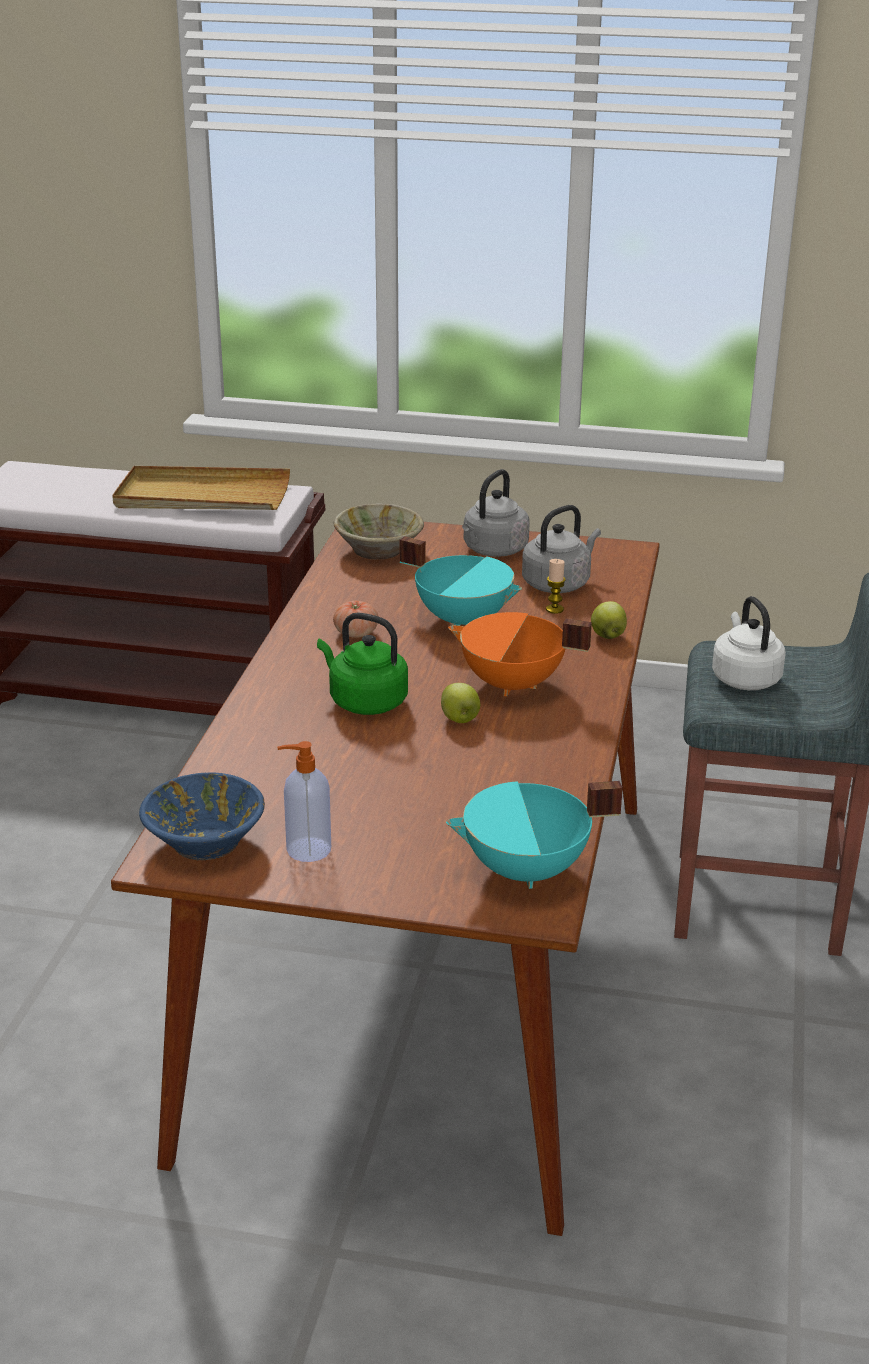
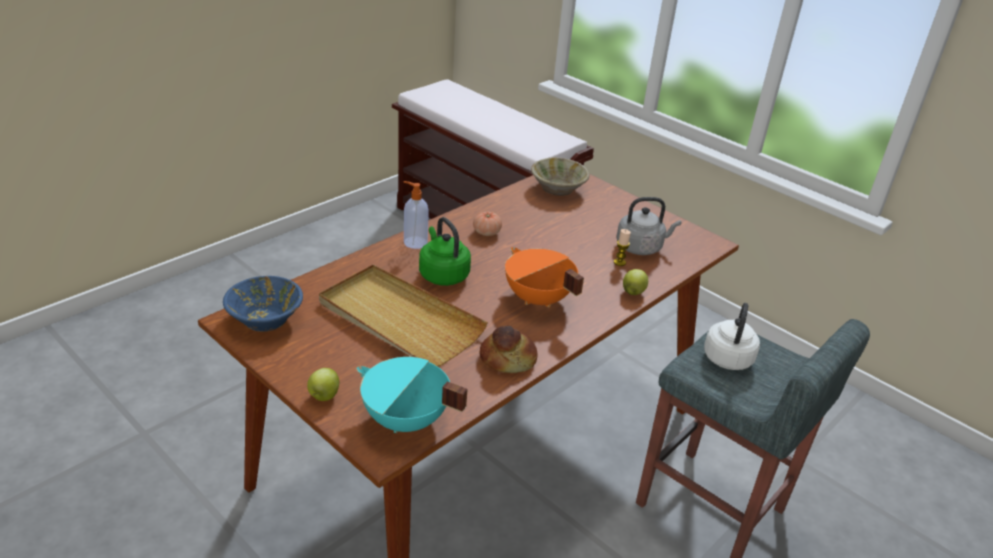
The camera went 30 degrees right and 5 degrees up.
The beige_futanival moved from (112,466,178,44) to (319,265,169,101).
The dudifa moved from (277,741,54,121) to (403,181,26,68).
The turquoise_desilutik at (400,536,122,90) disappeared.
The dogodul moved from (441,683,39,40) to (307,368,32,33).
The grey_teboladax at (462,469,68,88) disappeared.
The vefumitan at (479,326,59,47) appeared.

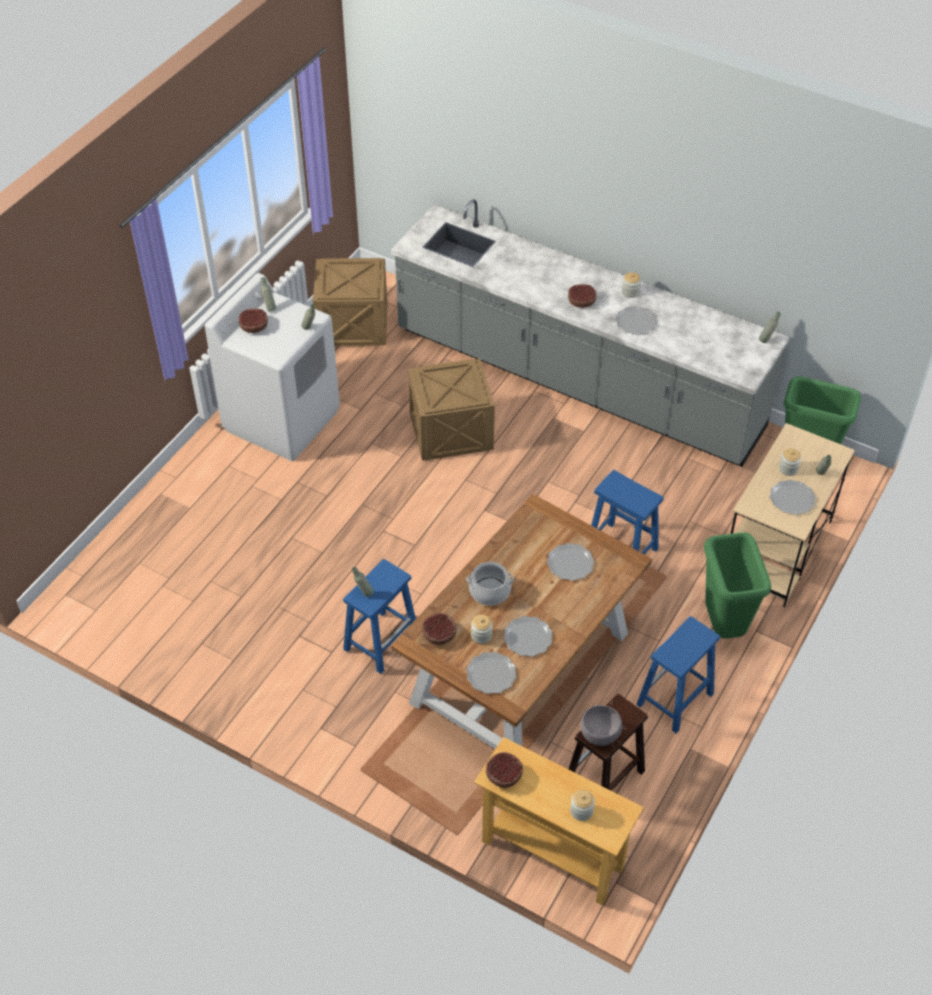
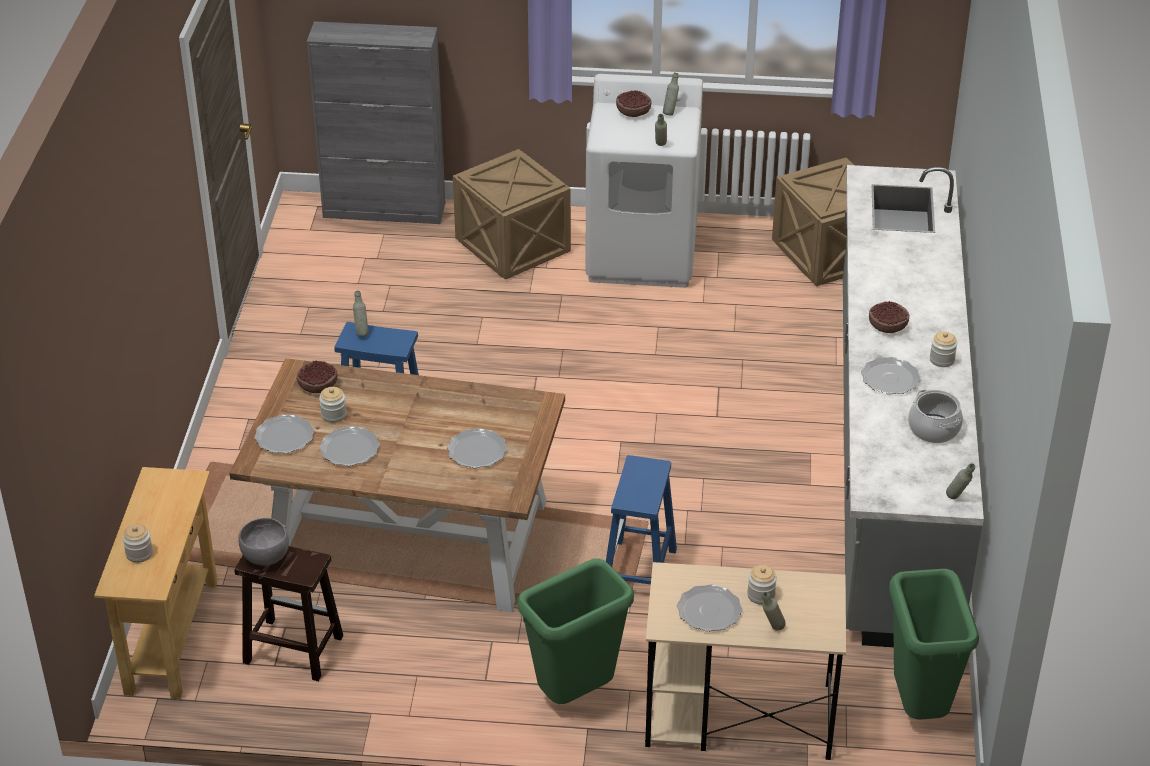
The camera went 65 degrees right and 10 degrees down.
The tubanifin moved from (408,358,87,102) to (453,149,118,131).
The desilutik moved from (466,562,48,44) to (908,390,55,53).
The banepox at (486,752,37,36) disappeared.
The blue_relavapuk at (636,616,84,117) disappeared.
The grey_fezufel at (307,21,138,203) appeared.

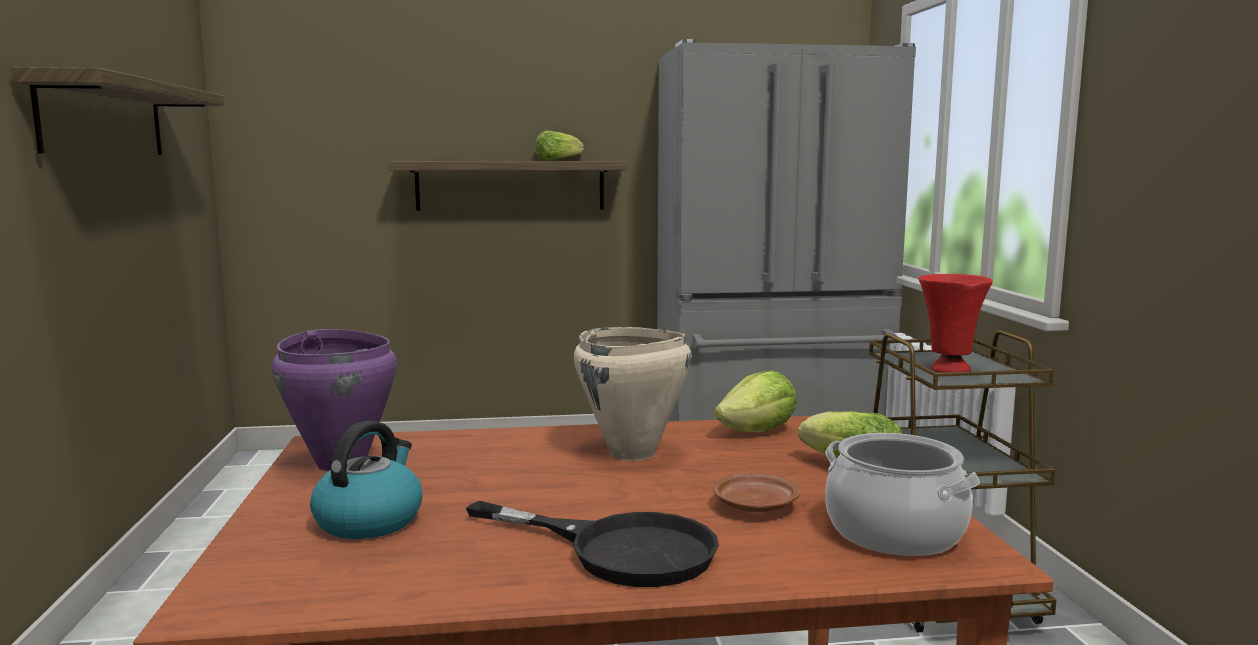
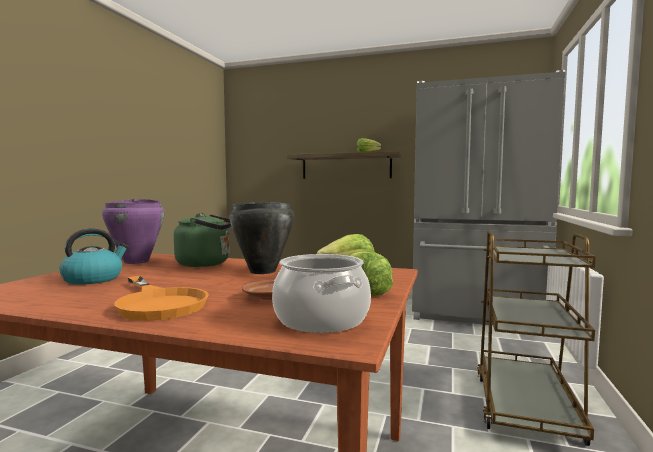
The camera went 25 degrees right and 5 degrees down.
The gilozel at (11,67,214,88) disappeared.
The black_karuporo at (466,501,253,86) became the orange_karuporo at (114,276,95,45).
The beige_desilutik at (574,327,117,134) became the black_desilutik at (229,202,65,72).
The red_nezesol at (919,274,74,98) disappeared.
The green_teboladax at (174,213,57,54) appeared.

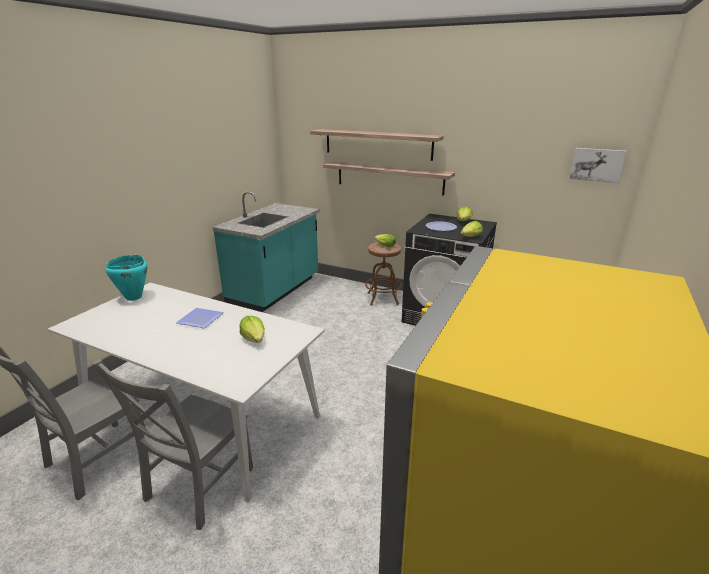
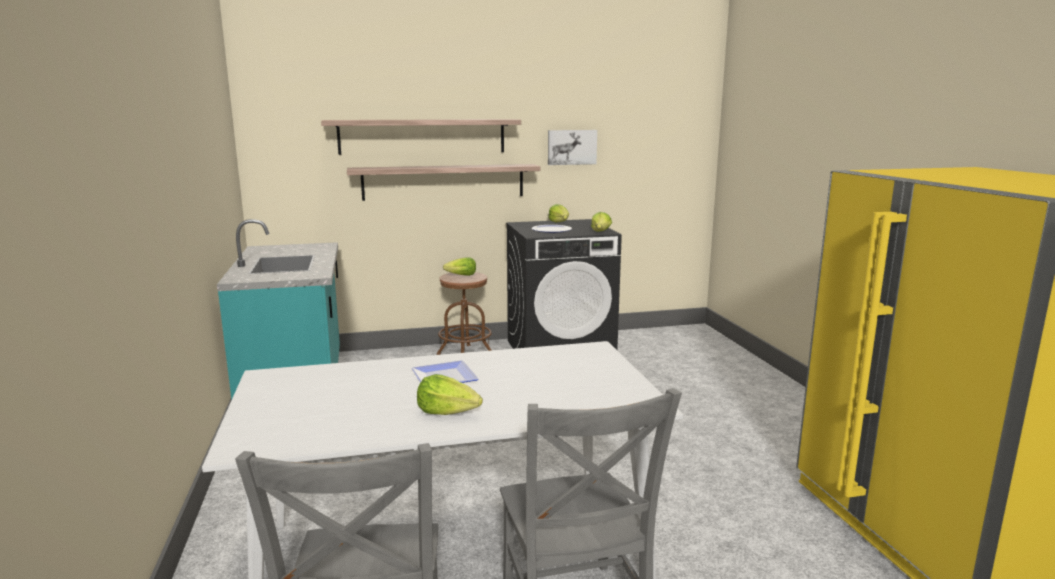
The camera went 40 degrees left and 10 degrees down.
The turquoise_desilutik at (106,255,41,46) disappeared.
The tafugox moved from (239,316,26,27) to (417,374,66,41).
The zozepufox moved from (569,148,58,35) to (548,130,49,35).

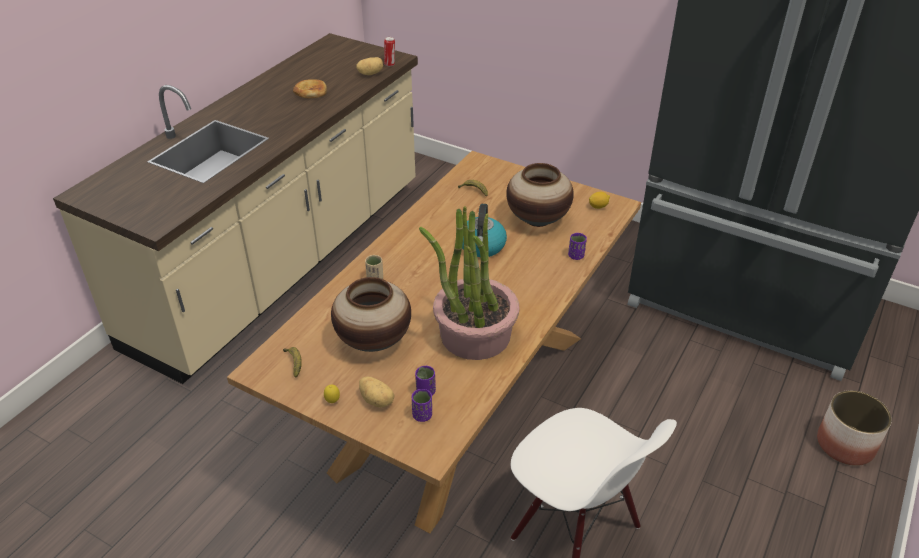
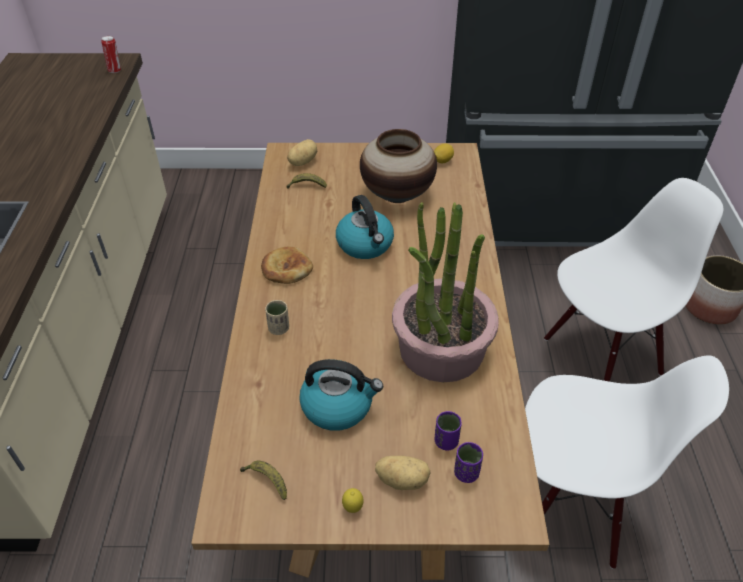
The camera went 30 degrees left and 5 degrees up.
The vefumitan moved from (293,79,34,19) to (261,247,52,37).
The nezesol at (331,277,80,75) was replaced by the teboladax at (299,359,84,72).
The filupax moved from (356,57,27,18) to (287,139,30,27).
The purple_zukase at (568,233,19,27) disappeared.
The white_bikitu at (544,178,179,204) appeared.

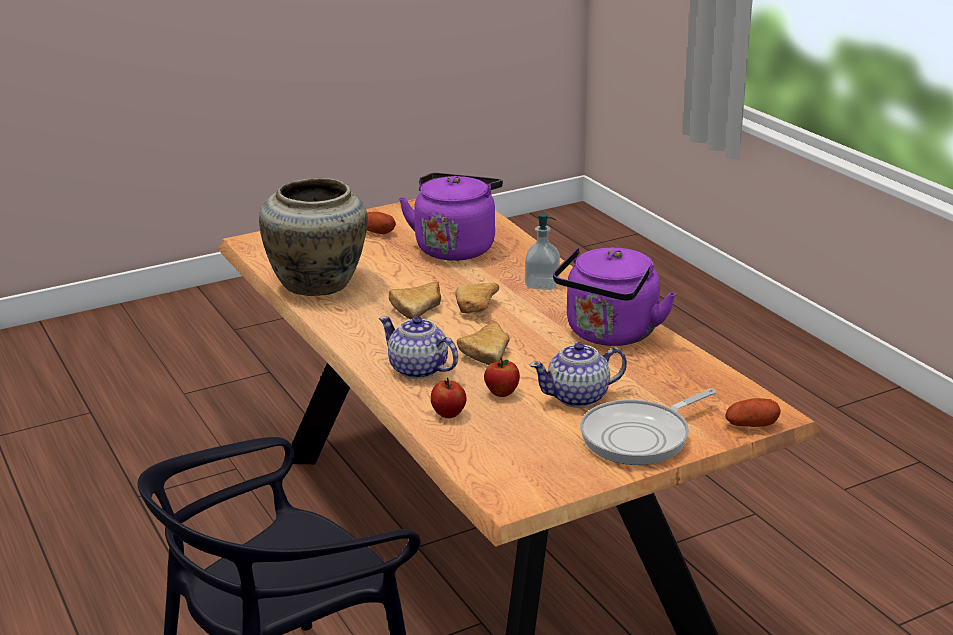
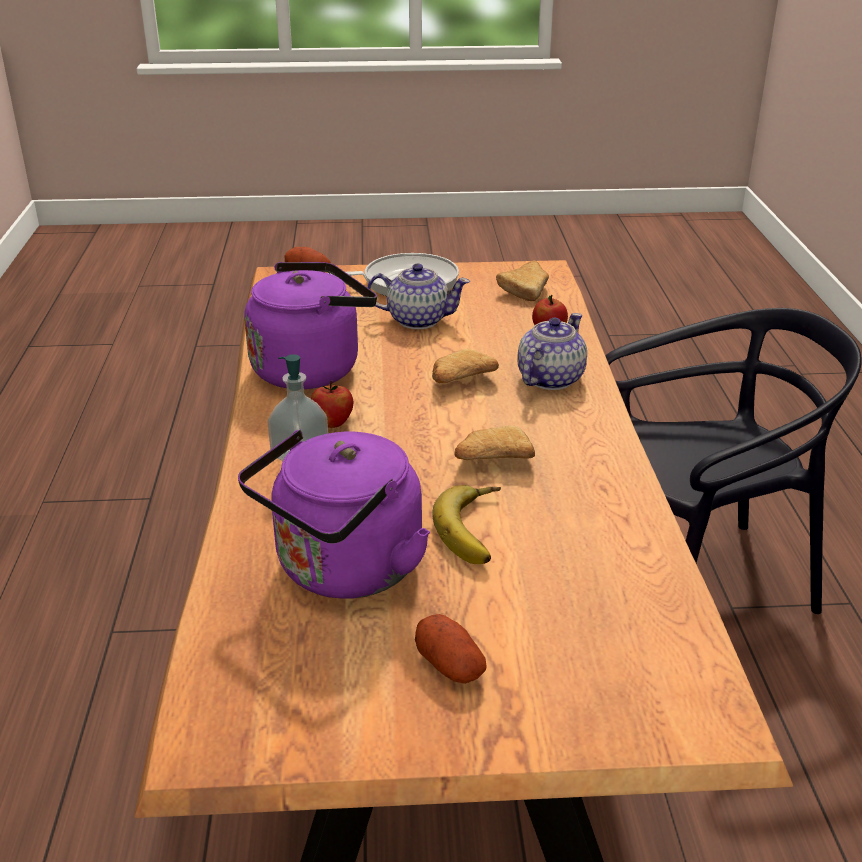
The camera went 155 degrees left and 5 degrees up.
The beige_nezesol at (259,178,109,118) disappeared.
The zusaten at (379,316,79,63) turned 120 degrees counterclockwise.
The vefumitan moved from (455,283,44,30) to (496,260,53,41).
The dogodul moved from (484,358,36,39) to (311,381,42,47).
The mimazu at (432,485,69,79) appeared.

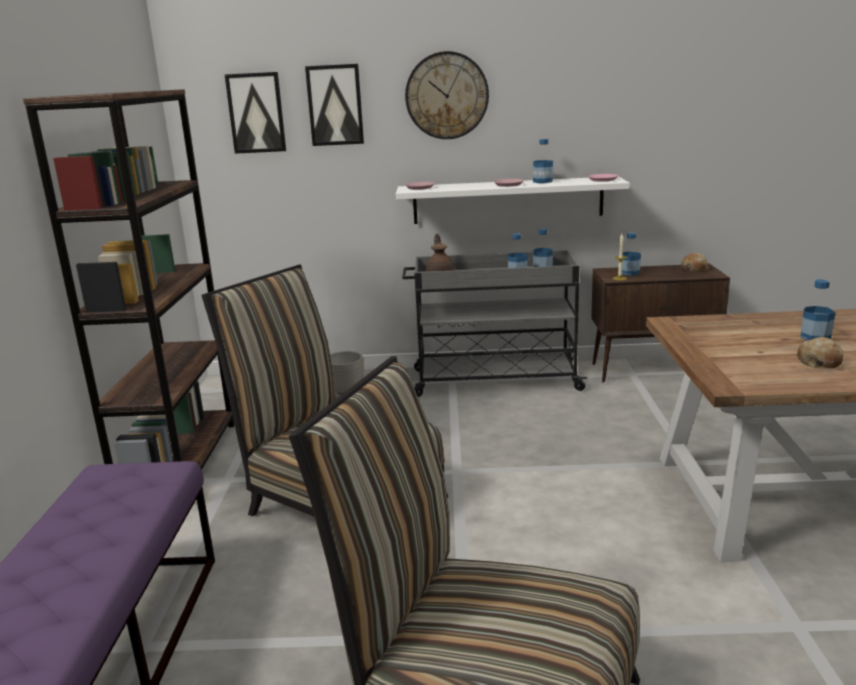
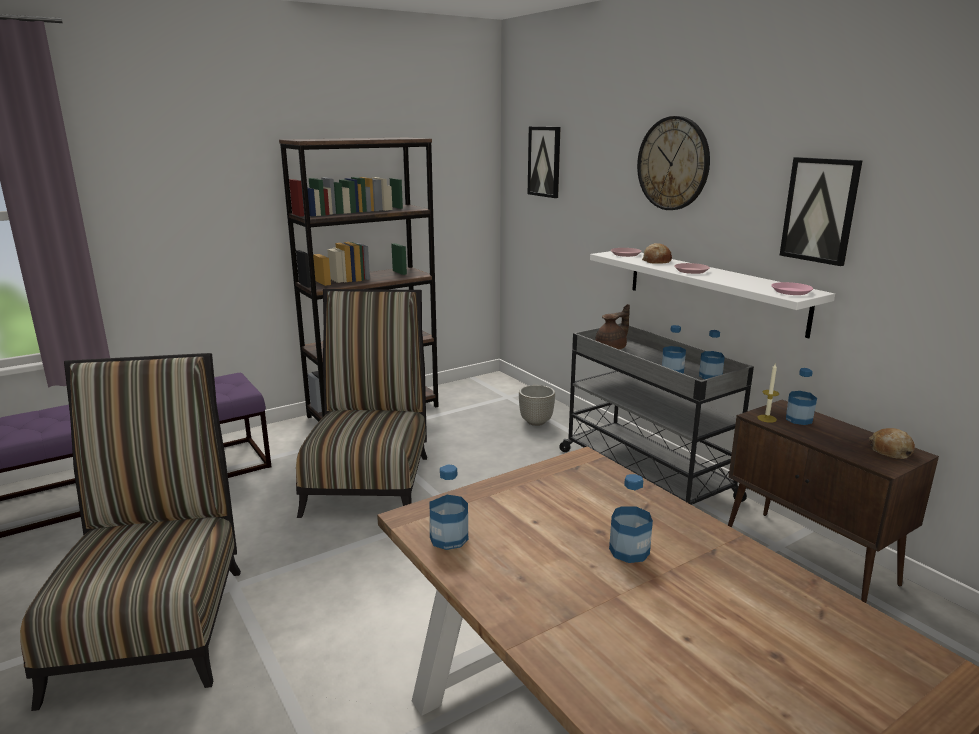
The camera went 55 degrees right and 0 degrees up.
The zozepufox moved from (305,64,59,82) to (780,157,83,109).
The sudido moved from (533,139,20,44) to (430,464,38,86).
The vefumitan moved from (797,337,46,31) to (642,243,30,21).

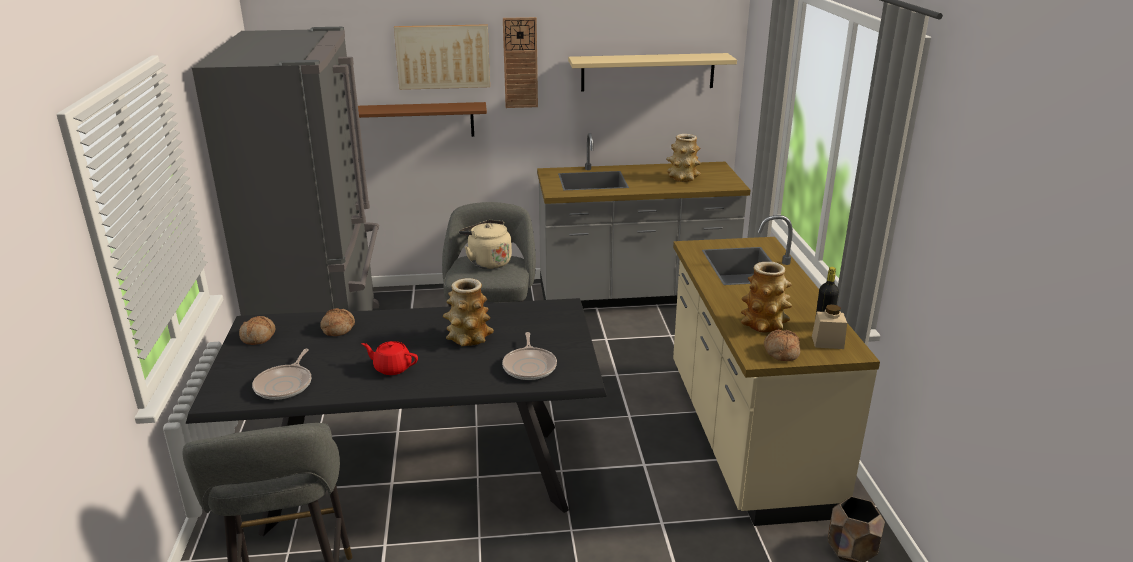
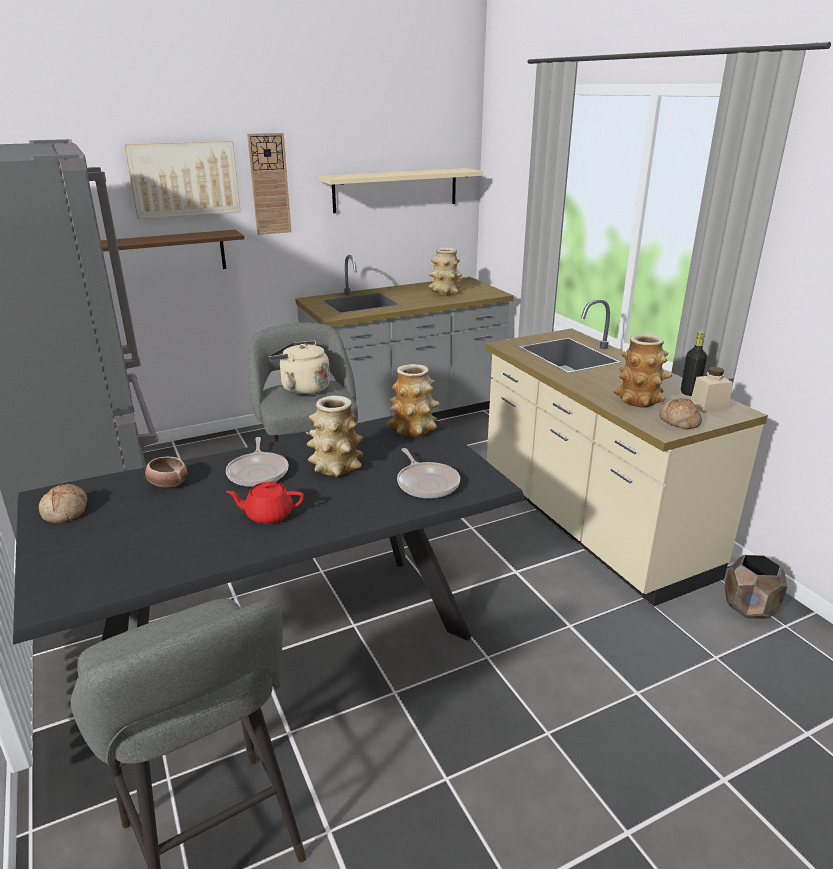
The camera went 20 degrees left and 0 degrees up.
The karuporo moved from (252,349,59,51) to (226,437,62,50).
The vefumitan at (320,308,35,28) was replaced by the banepox at (145,457,42,30).
The nezesol at (387,364,53,73) appeared.

